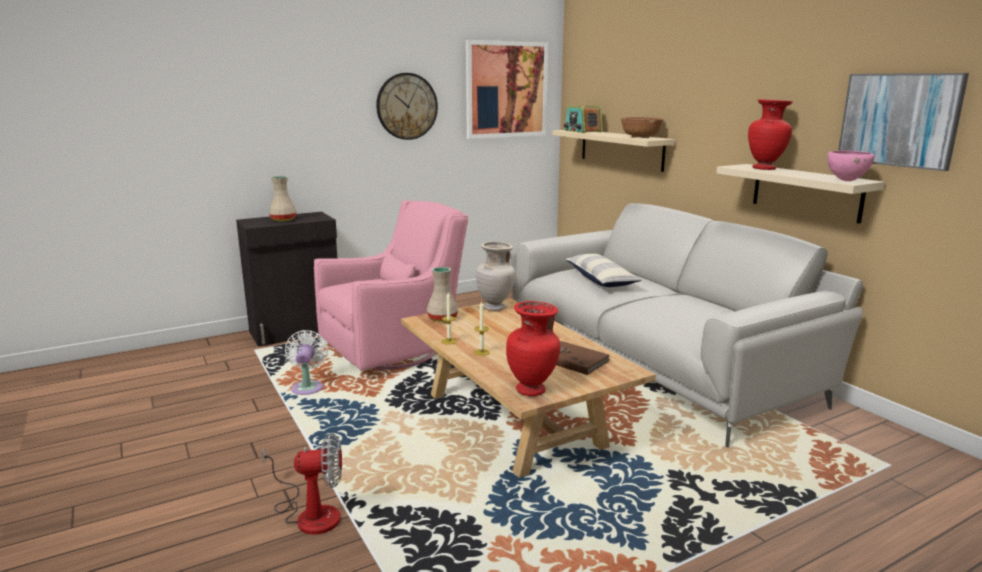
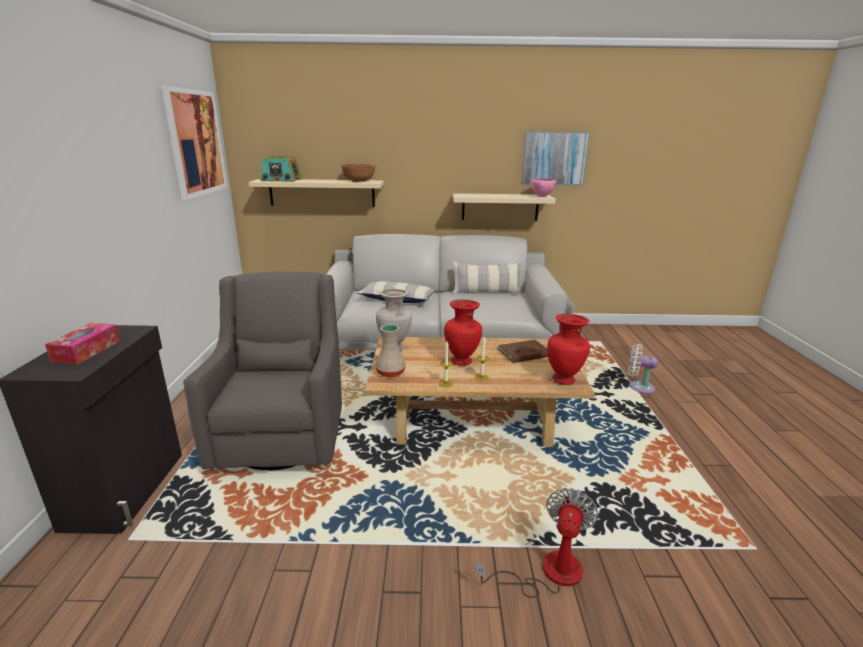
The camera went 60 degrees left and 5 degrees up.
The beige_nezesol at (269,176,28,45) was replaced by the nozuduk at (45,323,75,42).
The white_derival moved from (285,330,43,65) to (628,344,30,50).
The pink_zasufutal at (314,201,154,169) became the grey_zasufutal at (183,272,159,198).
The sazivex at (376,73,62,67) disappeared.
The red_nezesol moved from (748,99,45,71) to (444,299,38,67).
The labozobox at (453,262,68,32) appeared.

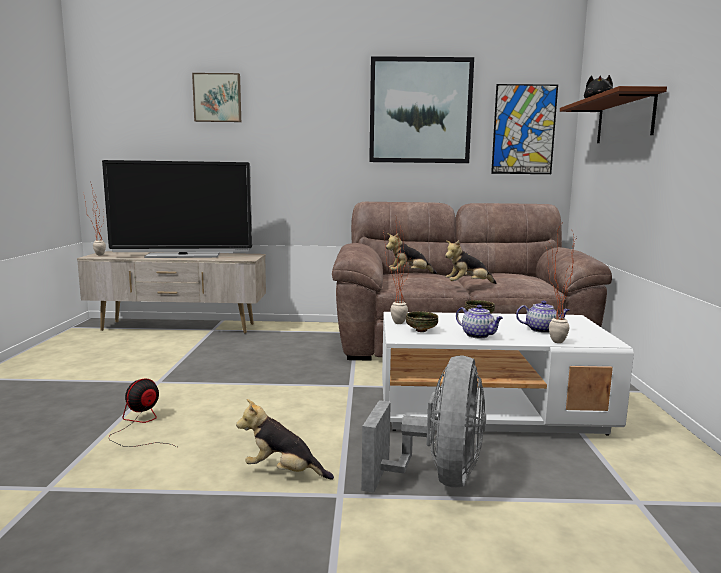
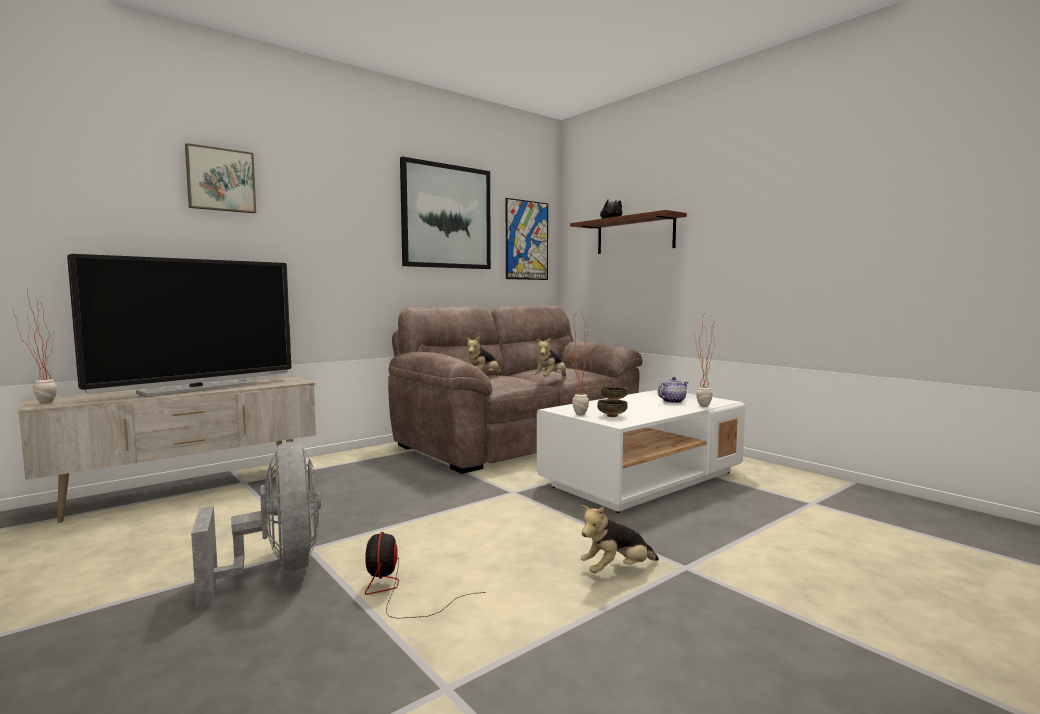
The camera went 40 degrees left and 5 degrees down.
The grey_derival moved from (361,356,125,137) to (191,442,130,164).
The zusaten at (456,305,47,33) disappeared.

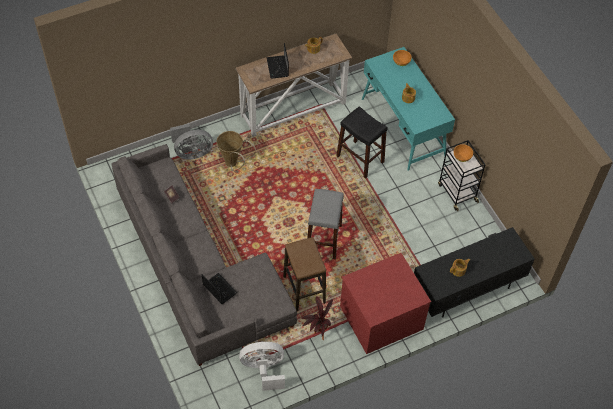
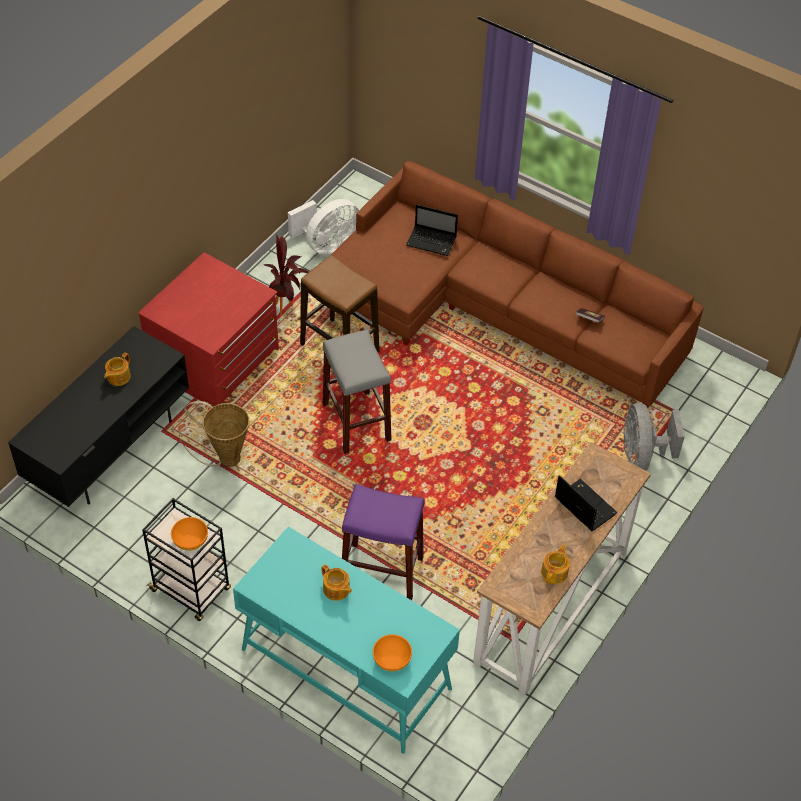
The camera went 150 degrees right and 5 degrees down.
The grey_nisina at (112,144,185,222) became the brown_nisina at (330,161,374,247).
The grey_derival at (170,124,43,36) turned 45 degrees counterclockwise.
The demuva moved from (216,131,40,40) to (179,401,70,66).
The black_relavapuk at (336,106,52,73) became the purple_relavapuk at (342,484,83,116).

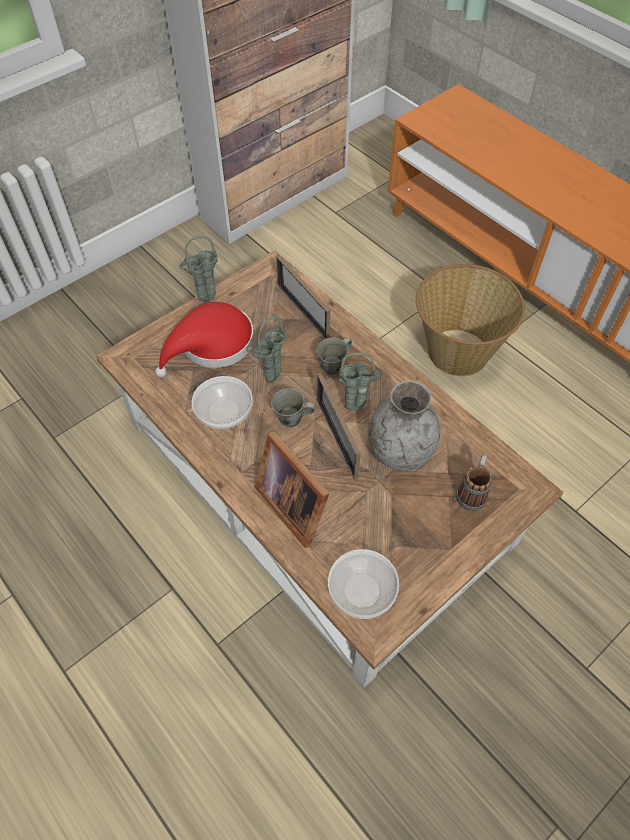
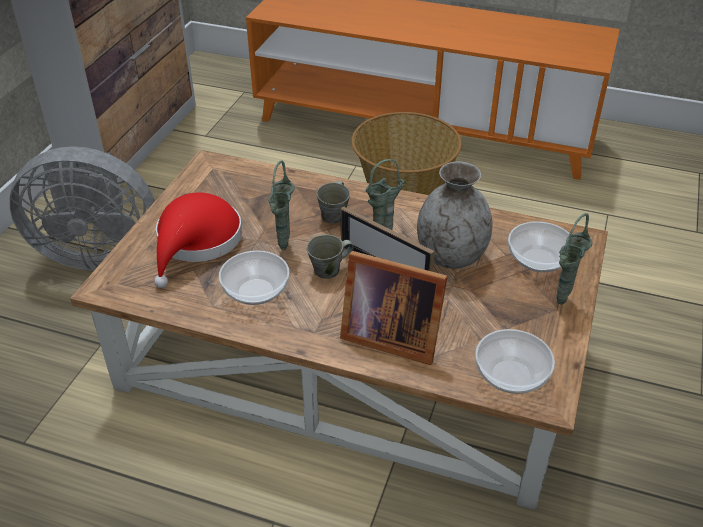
The camera went 30 degrees left and 15 degrees down.
The green_nezesol moved from (179,236,39,66) to (556,213,37,92).
The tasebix at (276,255,54,84) disappeared.
The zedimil at (456,454,36,57) was replaced by the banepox at (508,221,62,52).
The grey_derival at (10,146,145,125) appeared.

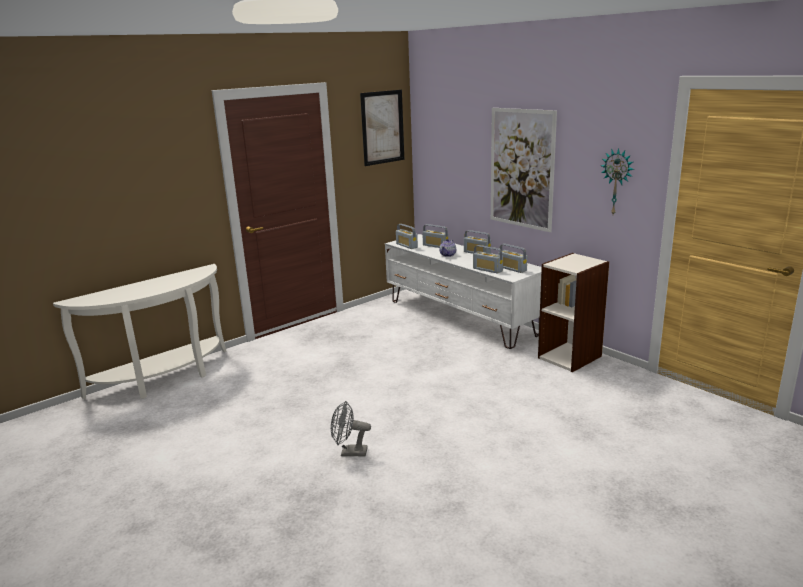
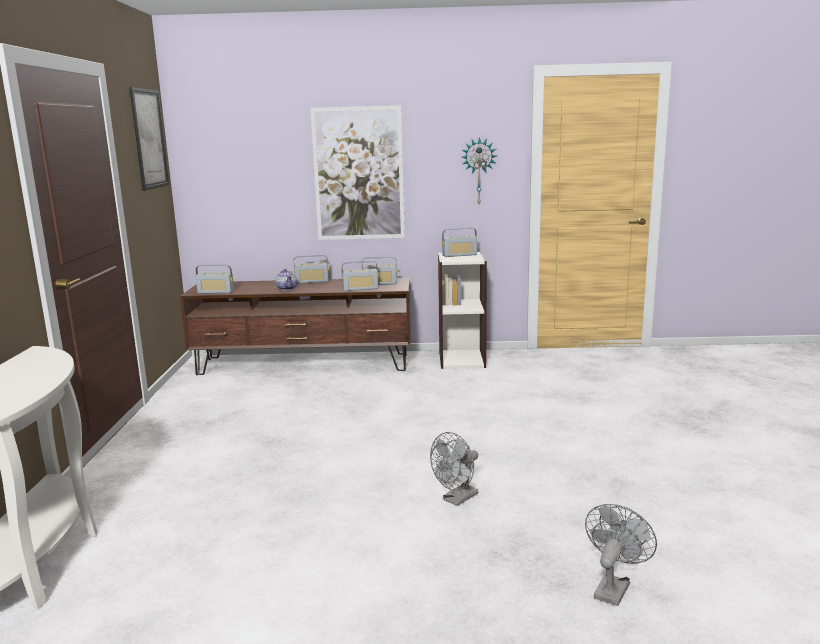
The camera went 50 degrees left and 5 degrees down.
The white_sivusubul at (385,234,157,115) became the brown_sivusubul at (180,278,231,97).
The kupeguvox moved from (422,224,27,24) to (442,227,35,30).
The grey_derival at (585,504,72,102) appeared.

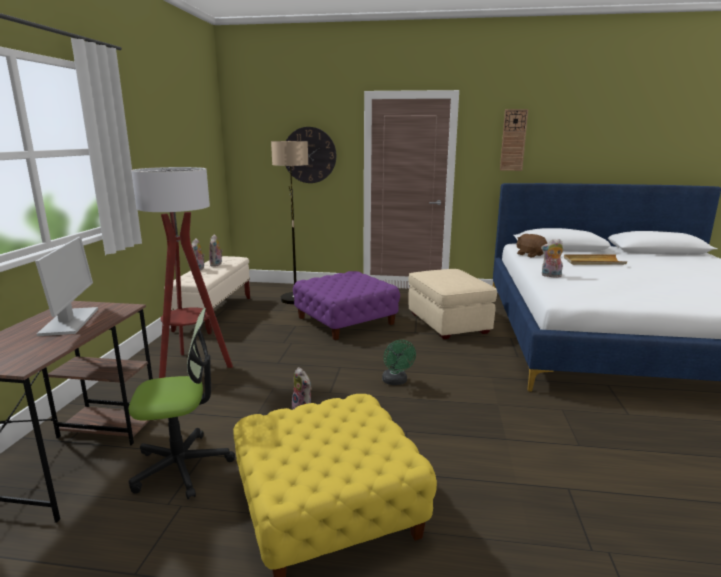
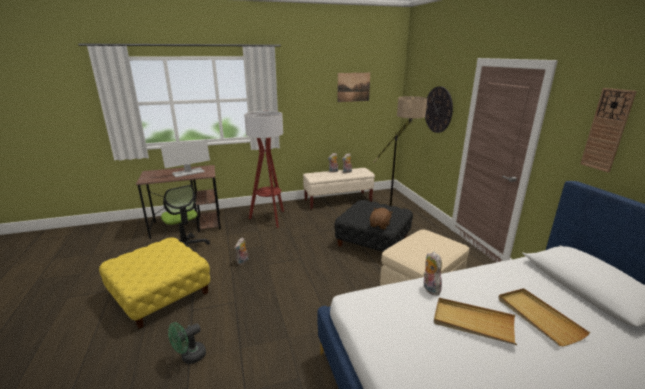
The camera went 65 degrees right and 5 degrees up.
The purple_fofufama at (293,271,107,69) became the black_fofufama at (334,200,79,52).
The green_derival moved from (382,340,34,45) to (168,322,38,42).
The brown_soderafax moved from (516,234,31,23) to (370,208,23,21).
The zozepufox at (337,73,33,29) appeared.
The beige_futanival at (434,298,83,47) appeared.

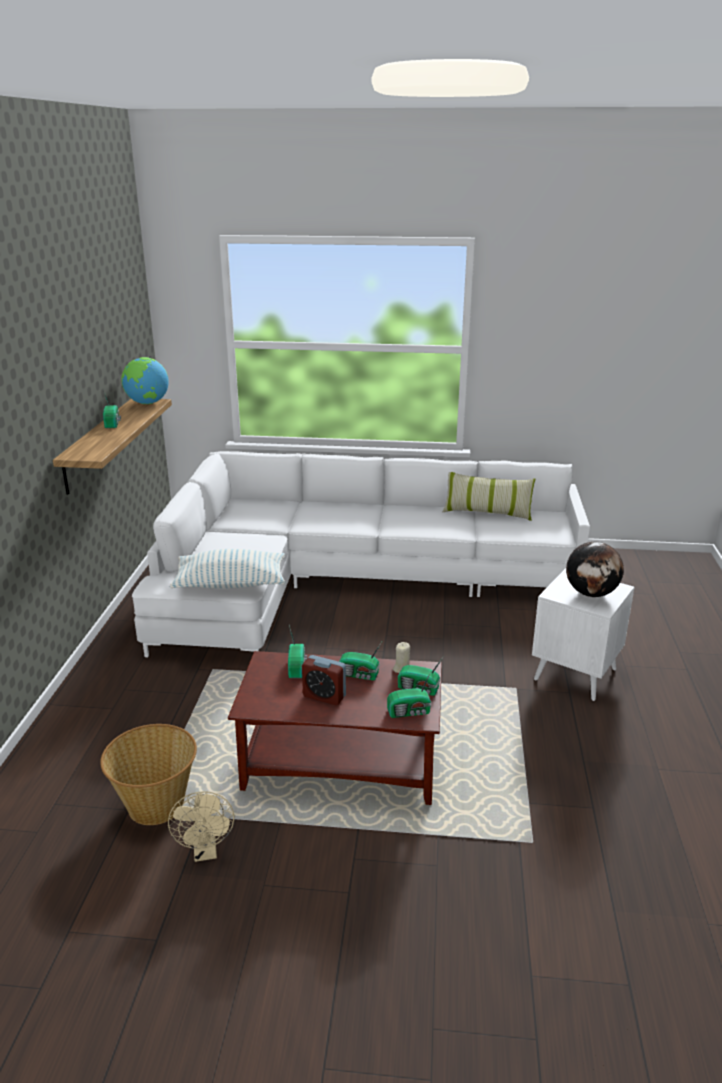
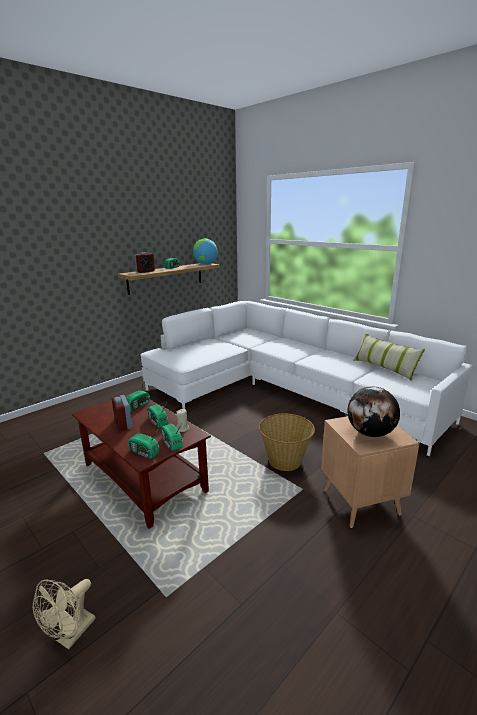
The camera went 40 degrees right and 5 degrees down.
The demuva moved from (100,724,97,101) to (259,414,56,57).
The beige_derival moved from (168,791,66,71) to (33,579,63,70).
The labozobox at (170,549,115,40) disappeared.
The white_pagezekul at (532,568,103,133) became the brown_pagezekul at (321,416,99,112).
The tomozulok at (134,252,21,21) appeared.

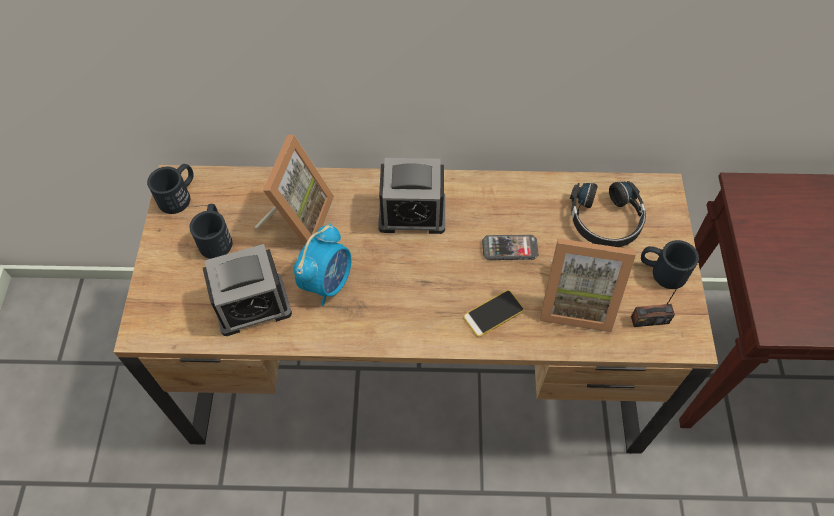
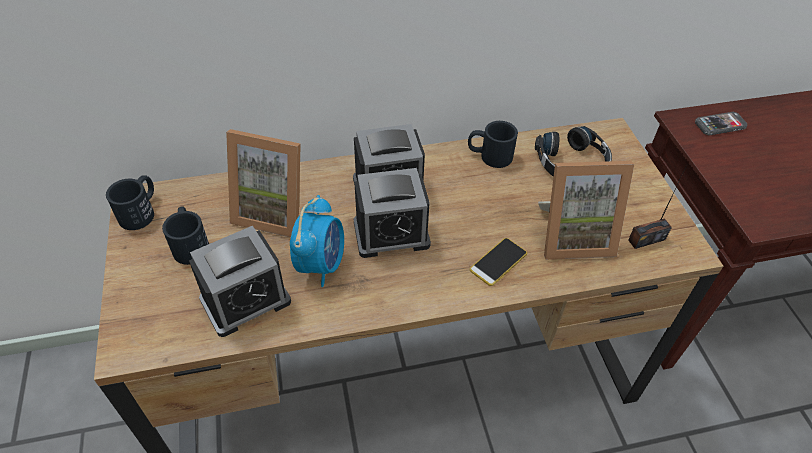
The camera went 15 degrees left and 10 degrees down.
The tasebix at (254,135,80,110) turned 105 degrees clockwise.
The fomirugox moved from (482,235,57,25) to (695,112,52,23).
The black_zedimil moved from (641,240,58,49) to (468,121,50,47).
The tomozulok at (354,168,77,90) appeared.

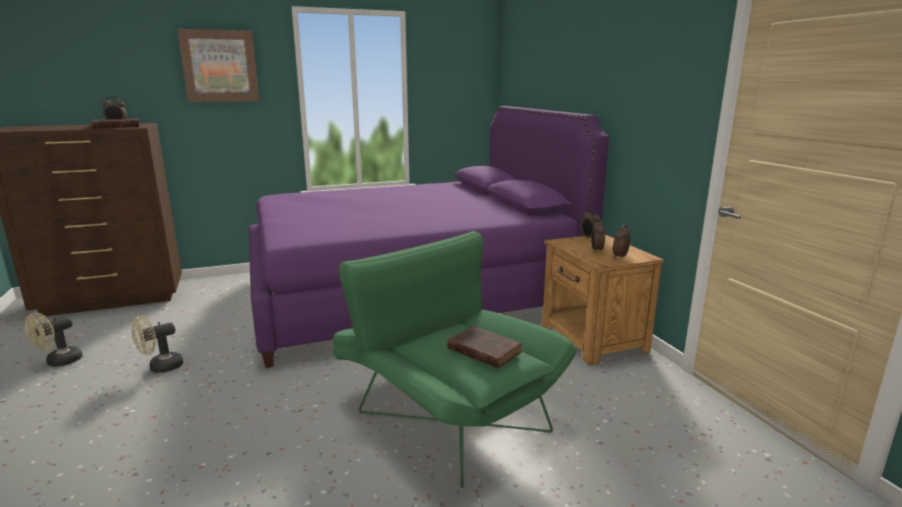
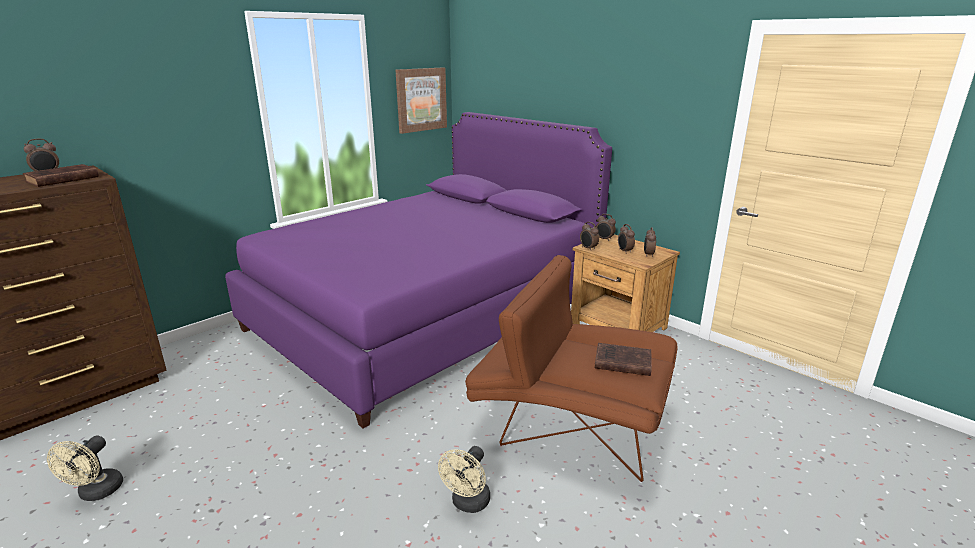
The camera went 25 degrees left and 5 degrees up.
The beige_derival moved from (132,315,51,58) to (438,446,52,67).
The zozepufox moved from (177,29,82,73) to (395,68,52,66).
The green_zasufutal at (333,231,243,257) became the brown_zasufutal at (465,255,213,227).
The tomozulok at (580,222,19,29) appeared.

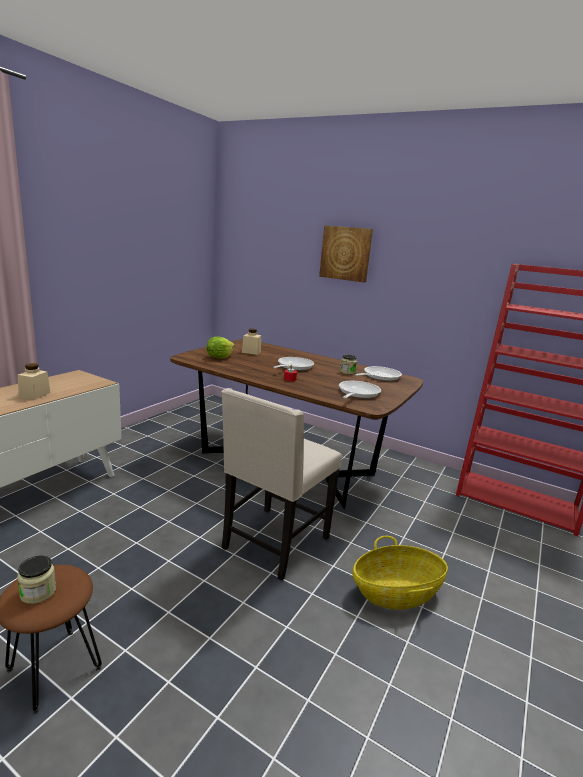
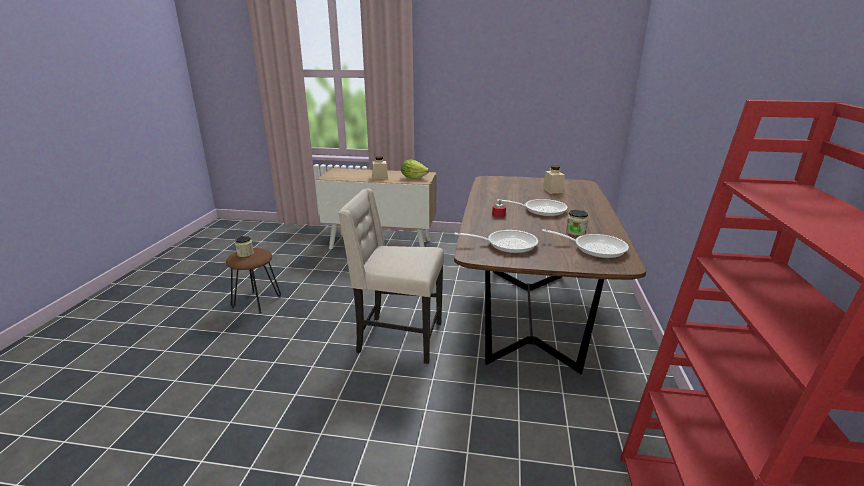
The camera went 70 degrees right and 5 degrees up.
The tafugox moved from (206,337,29,22) to (401,159,28,20).
The zozepufox at (319,225,54,58) disappeared.
The demuva at (352,536,96,74) disappeared.

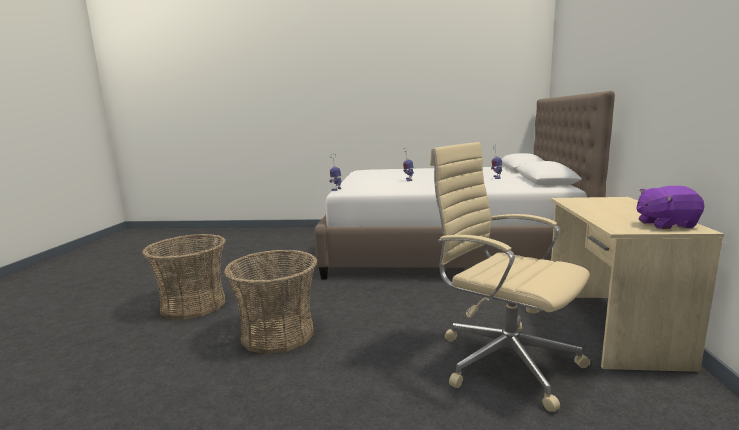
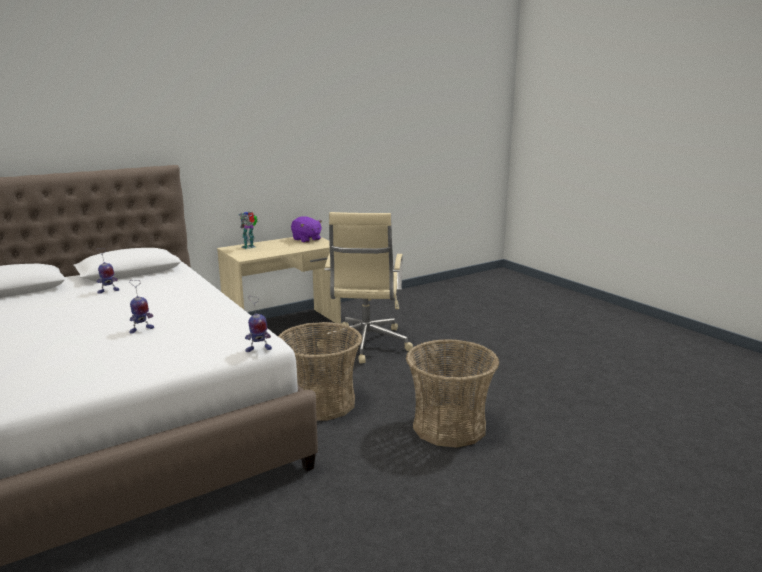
The camera went 130 degrees left and 5 degrees up.
The demuva moved from (142,234,84,86) to (278,322,84,99).
The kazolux at (238,211,20,38) appeared.

